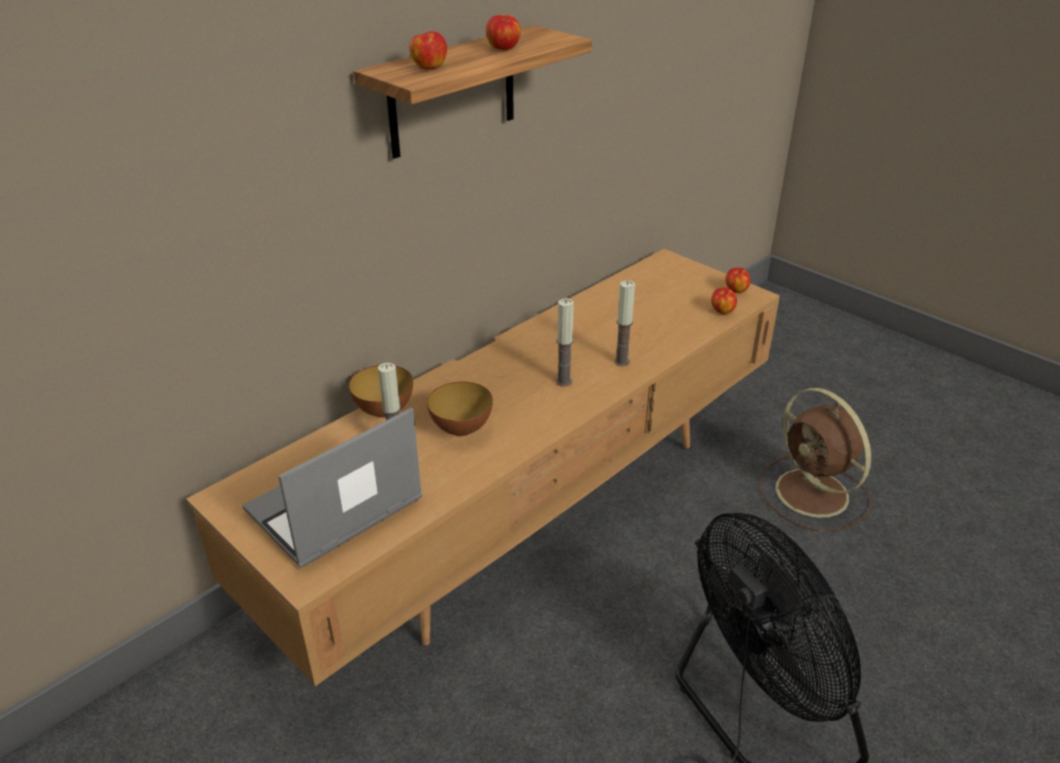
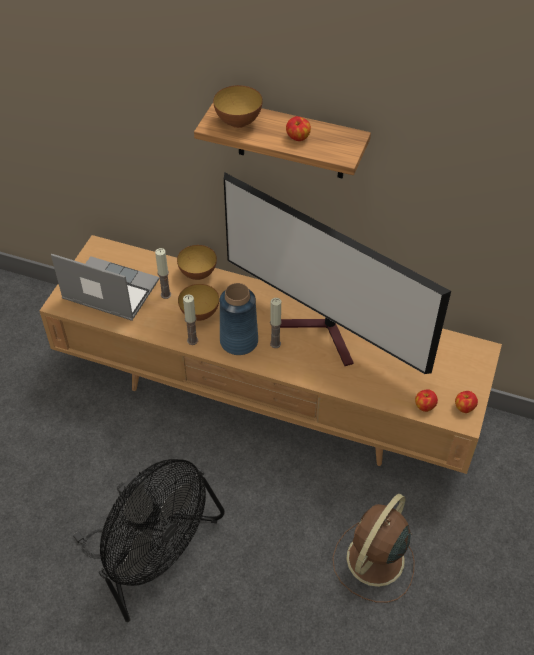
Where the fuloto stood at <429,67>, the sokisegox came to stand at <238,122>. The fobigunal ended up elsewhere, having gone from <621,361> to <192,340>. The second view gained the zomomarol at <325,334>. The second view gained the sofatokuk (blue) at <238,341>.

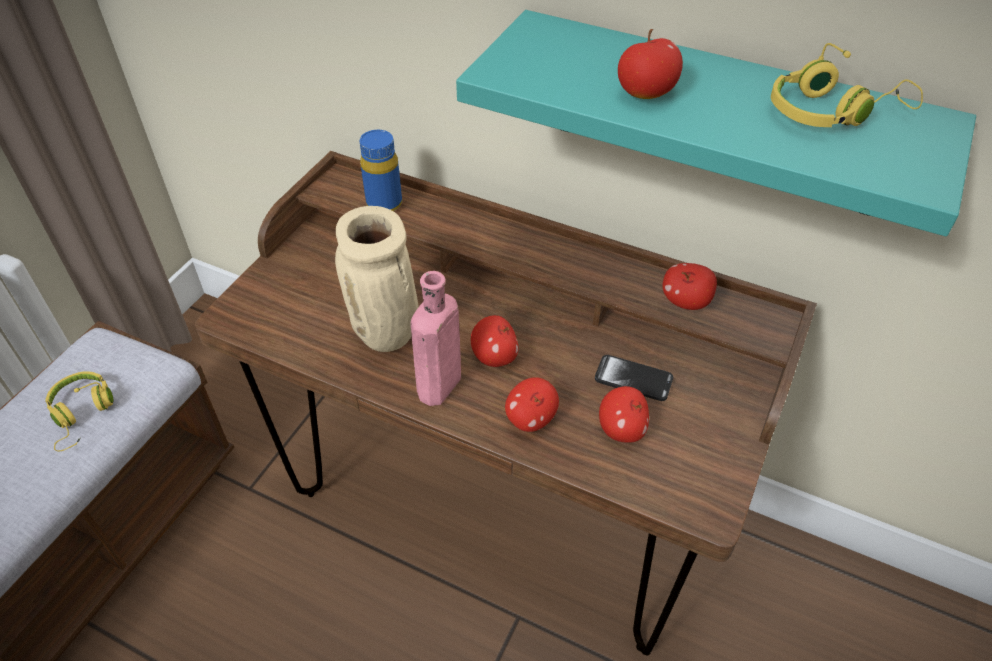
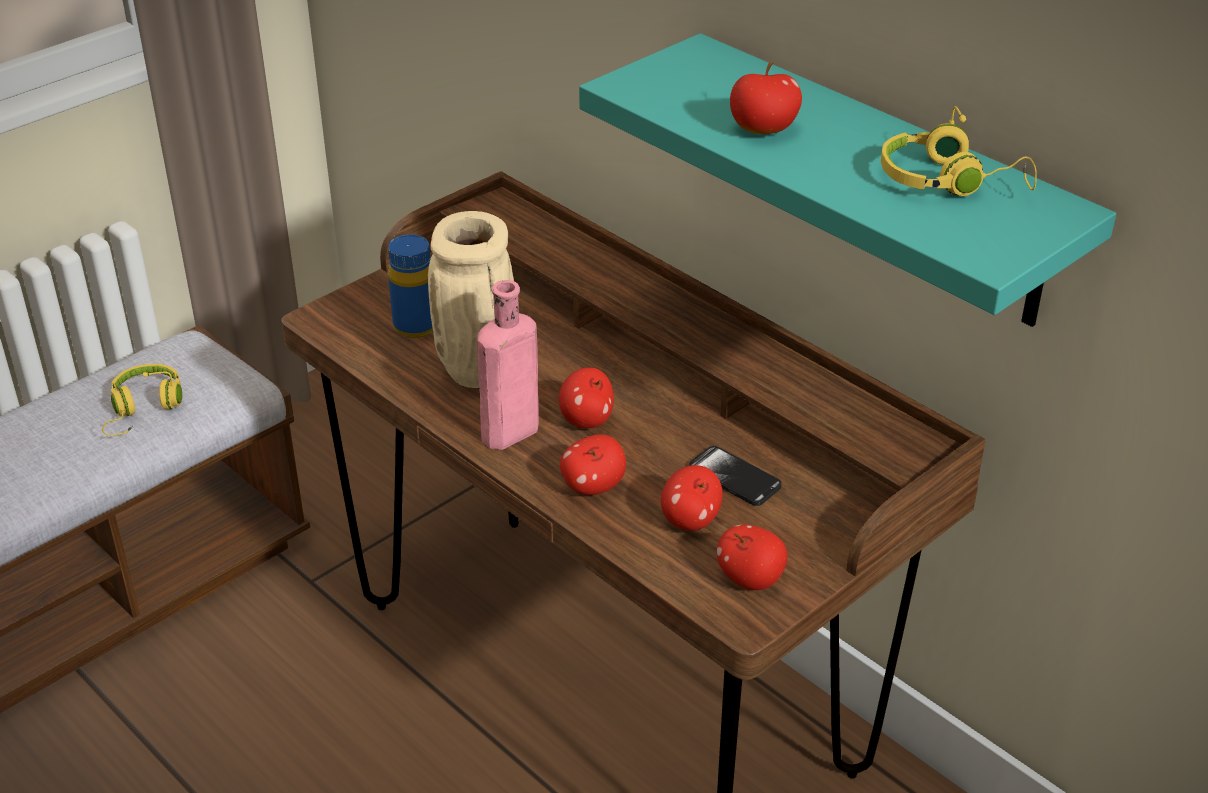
The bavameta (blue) ended up elsewhere, having gone from <384,204> to <415,326>. The fuloto ended up elsewhere, having gone from <686,302> to <750,579>.

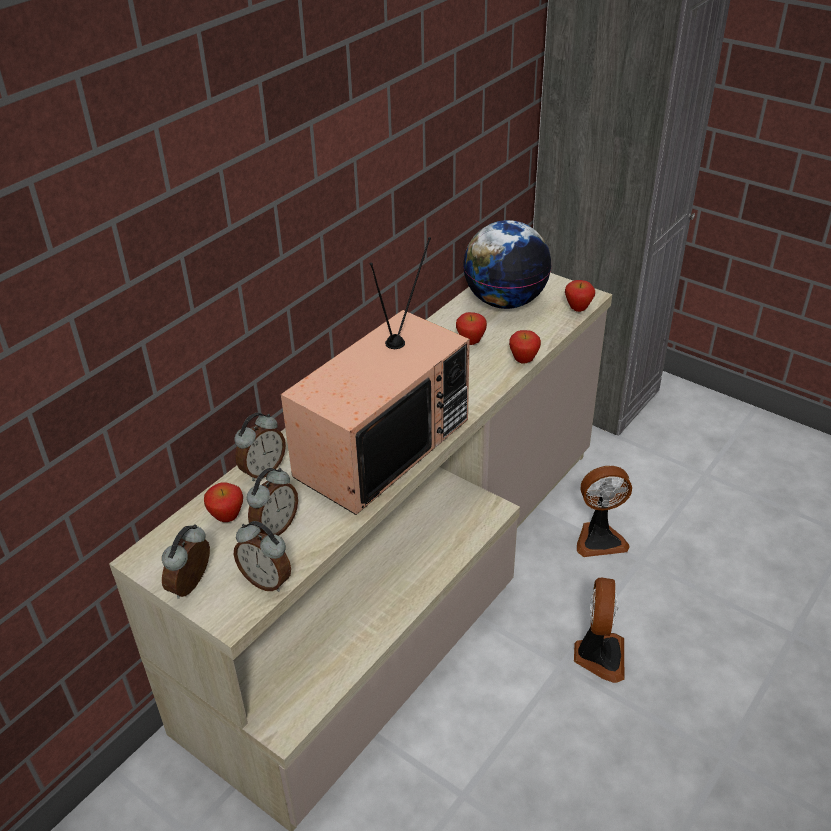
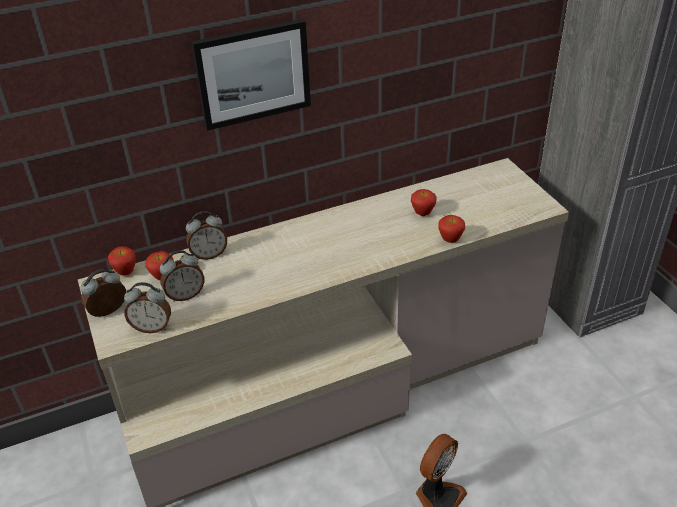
The second view lost the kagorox at <505,301>. The second view lost the zomomarol at <381,445>. The fuloto ended up elsewhere, having gone from <578,309> to <126,272>. The second view lost the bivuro at <599,538>. The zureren at <267,580> ended up facing another way, 60 degrees counterclockwise from before. The second view gained the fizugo at <253,73>.

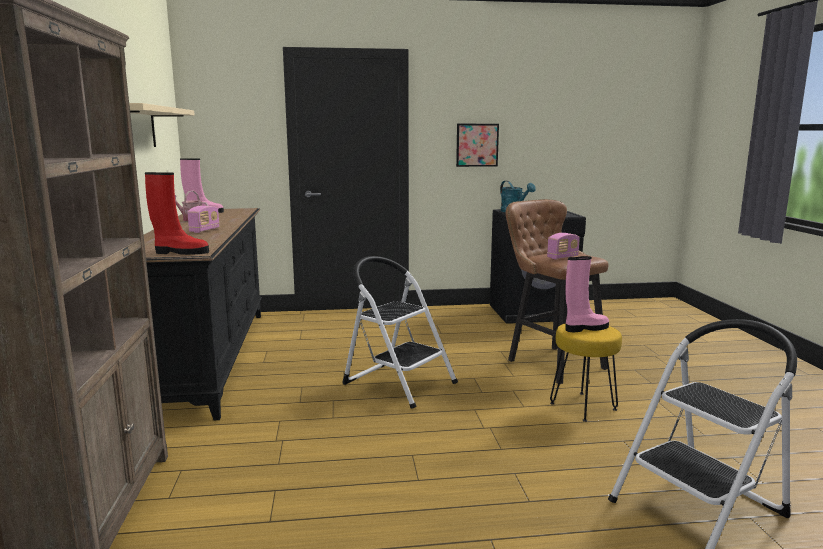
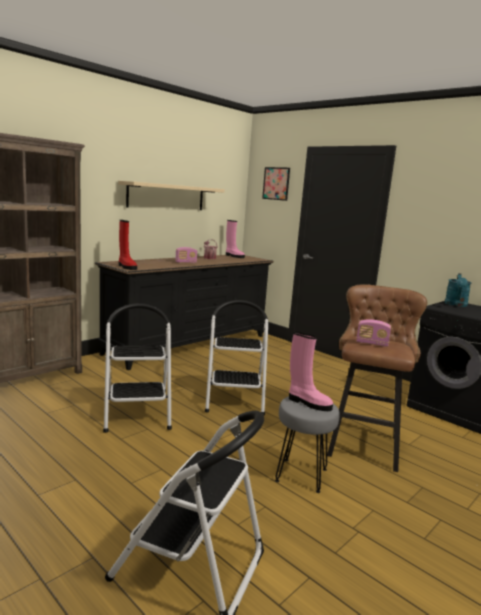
The fizugo ended up elsewhere, having gone from <477,145> to <276,183>. What was the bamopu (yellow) at <582,406> turned into the bamopu (grey) at <301,474>. The second view gained the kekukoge at <137,411>.

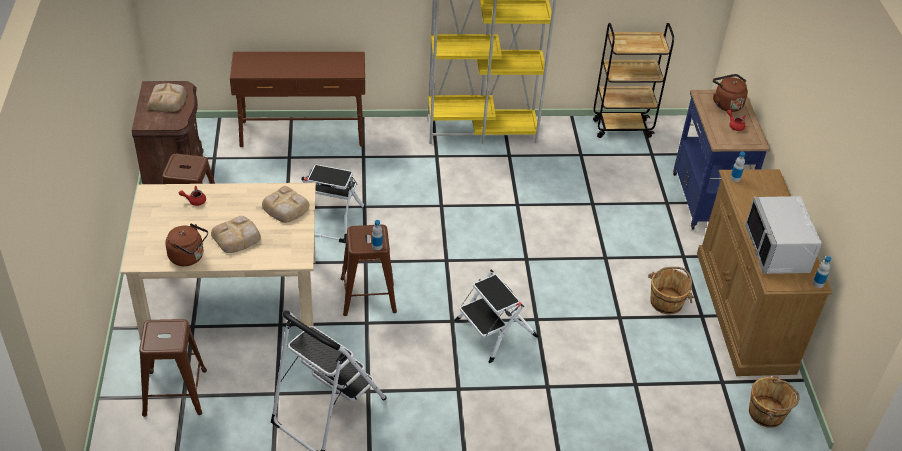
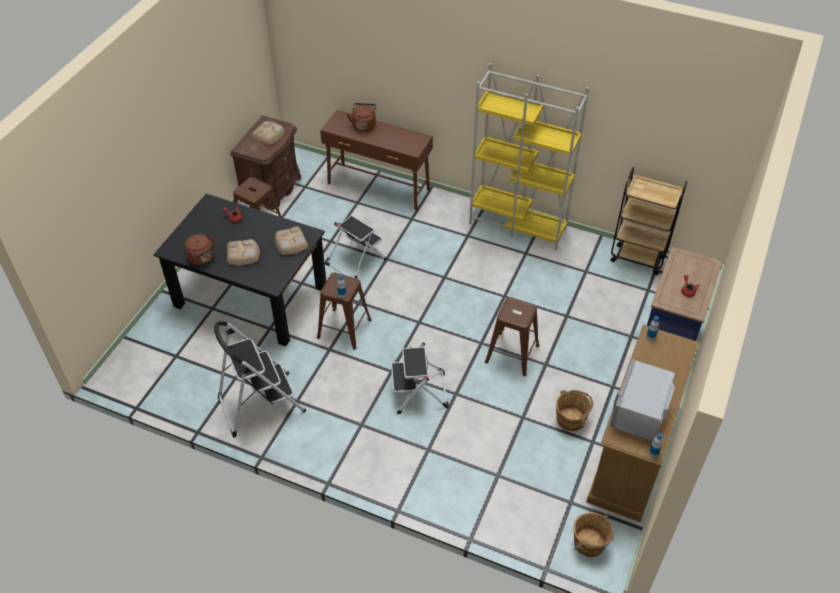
The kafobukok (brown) ended up elsewhere, having gone from <726,104> to <364,125>. What was the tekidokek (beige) at <230,297> turned into the tekidokek (black) at <249,296>. The bamopu (brown) ended up elsewhere, having gone from <175,392> to <512,354>.

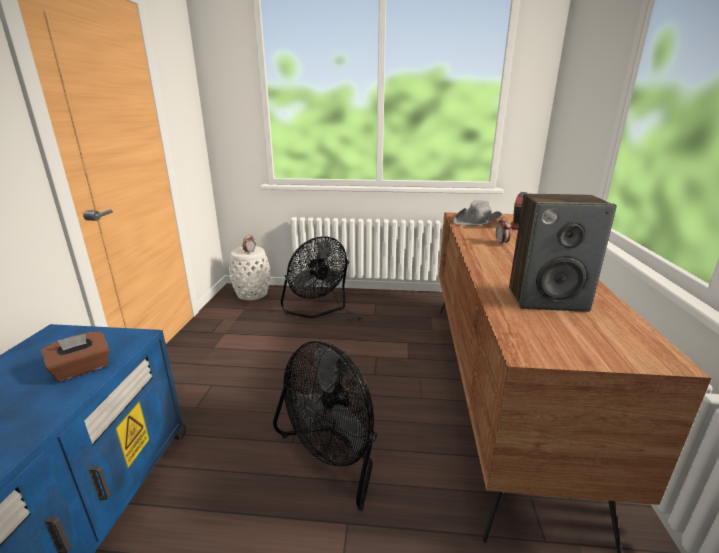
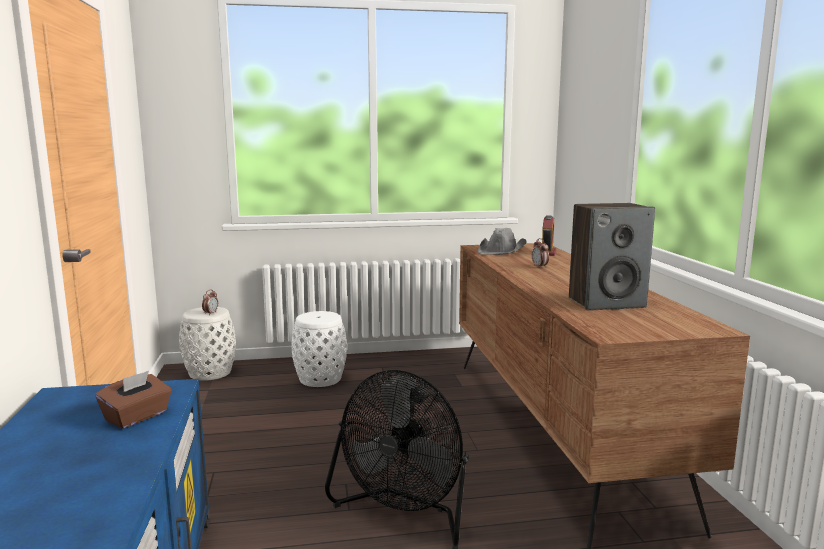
Where the bivuro (black) stood at <325,309>, the bamopu (white) came to stand at <320,379>.

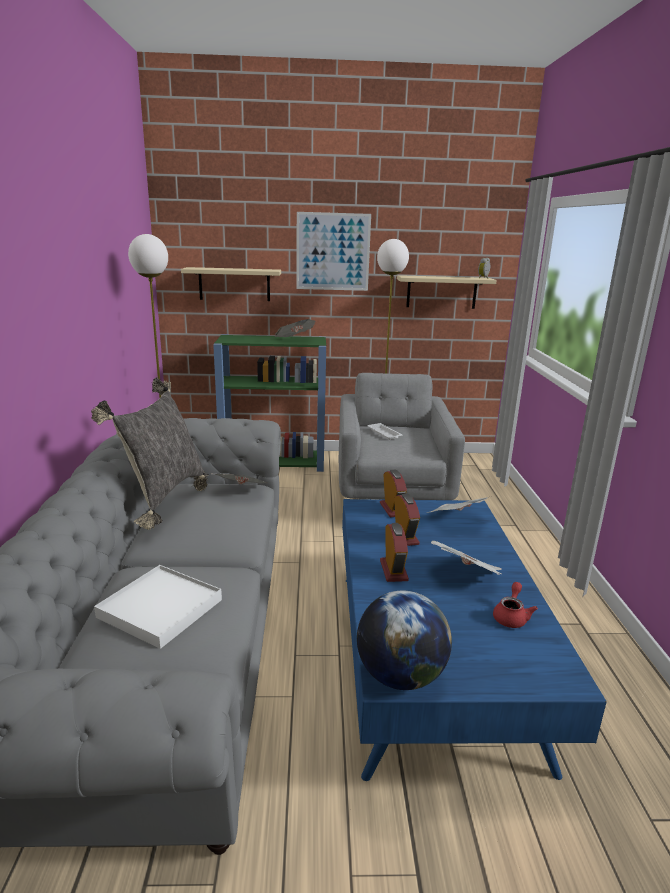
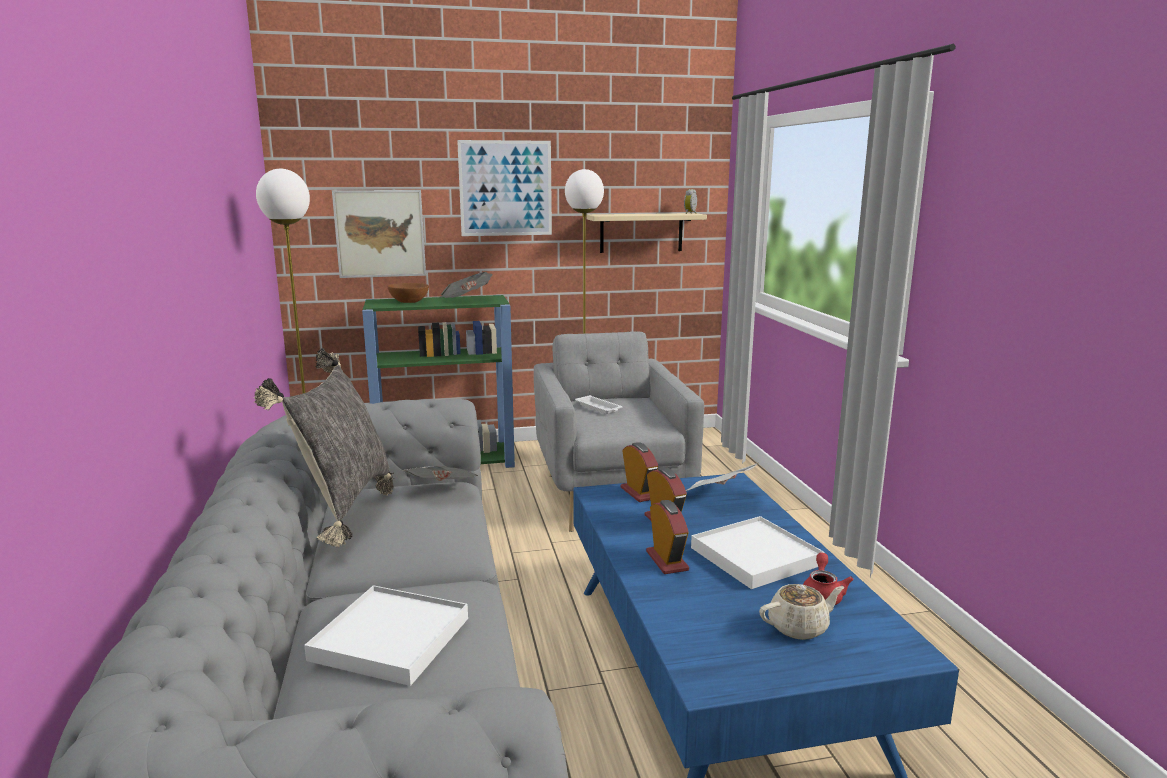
Where the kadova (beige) hung at <234,284>, the fizugo came to hang at <380,233>. Where the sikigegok stood at <467,575>, the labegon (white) came to stand at <755,556>. The second view lost the kagorox at <400,676>. The second view gained the sokisegox (brown) at <409,302>. The second view gained the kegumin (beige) at <799,627>.

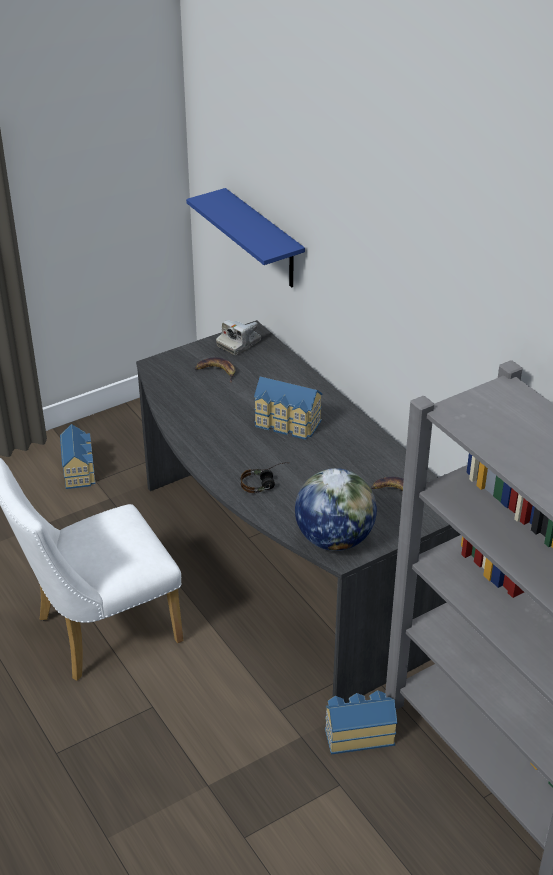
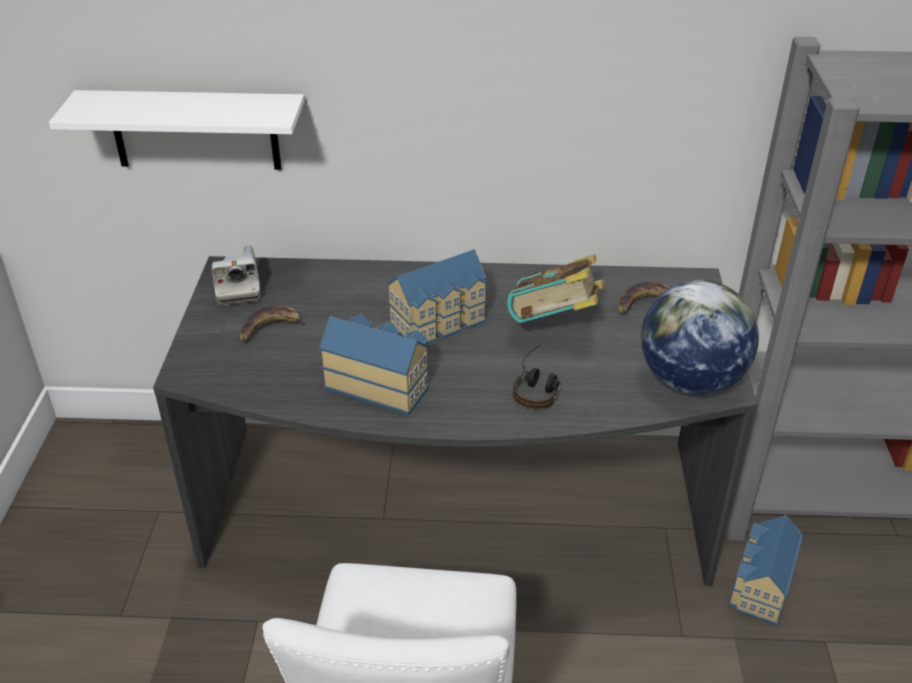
What was the kadova (blue) at <263,240> turned into the kadova (white) at <195,130>. The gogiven ended up elsewhere, having gone from <80,470> to <378,384>. The second view gained the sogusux at <554,324>.

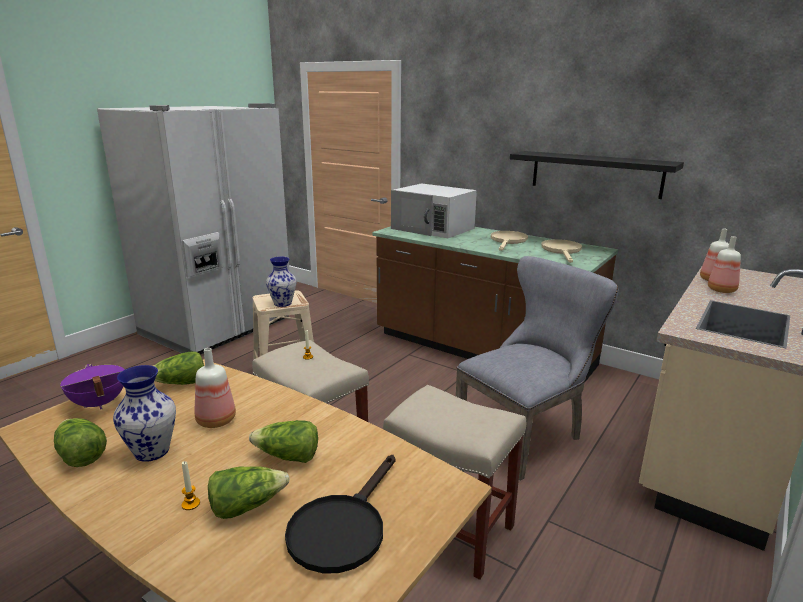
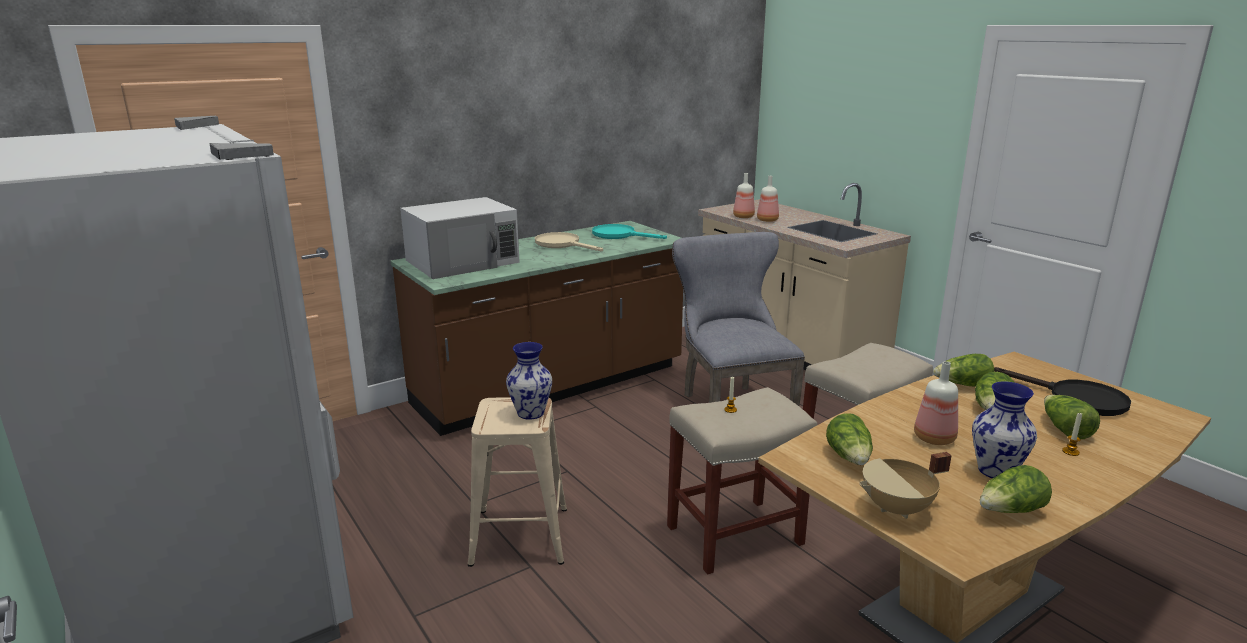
The second view lost the kadova (black) at <595,174>. What was the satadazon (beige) at <562,251> turned into the satadazon (turquoise) at <619,235>. What was the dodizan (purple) at <98,404> turned into the dodizan (beige) at <897,509>. The second view gained the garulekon at <963,385>.

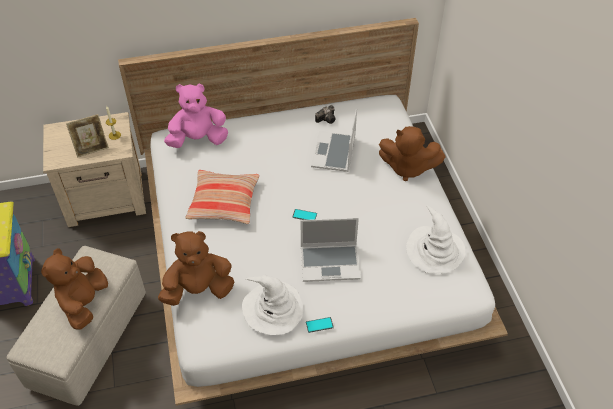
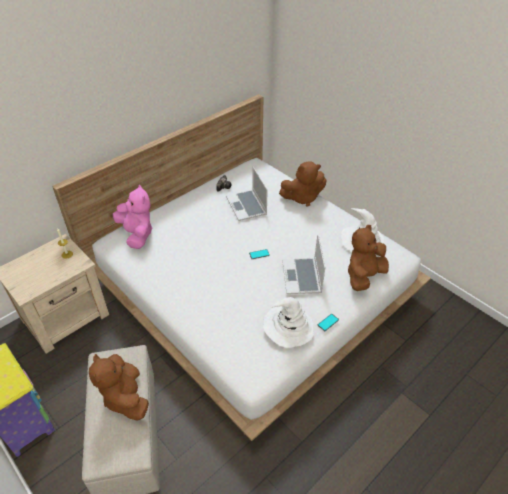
The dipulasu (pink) at <198,140> ended up facing another way, 105 degrees clockwise from before. The second view lost the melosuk at <91,148>. The second view lost the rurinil at <224,202>. The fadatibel at <330,262> ended up facing another way, 120 degrees clockwise from before. The dipulasu (brown) ended up elsewhere, having gone from <198,290> to <364,276>.

